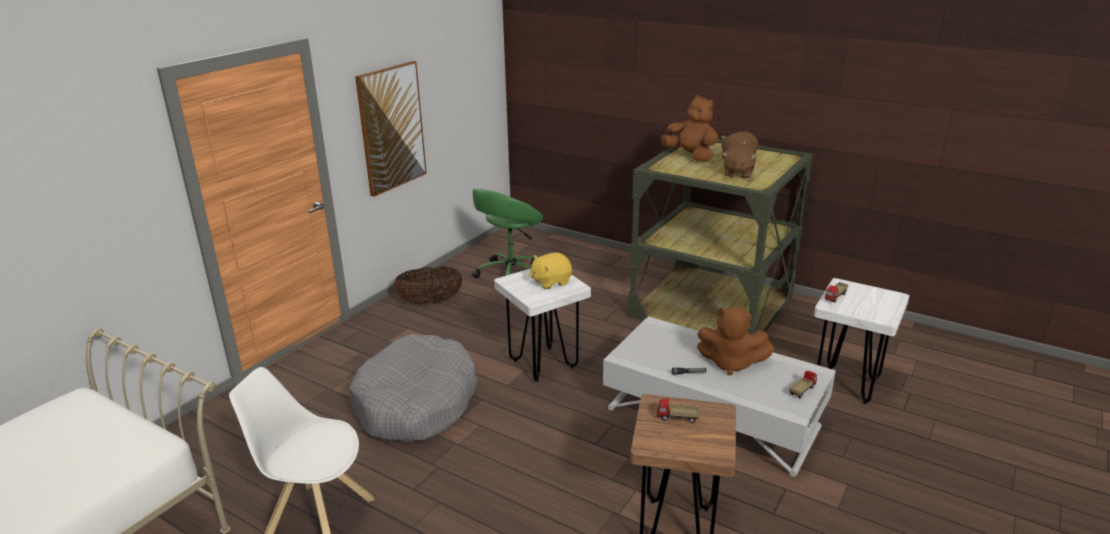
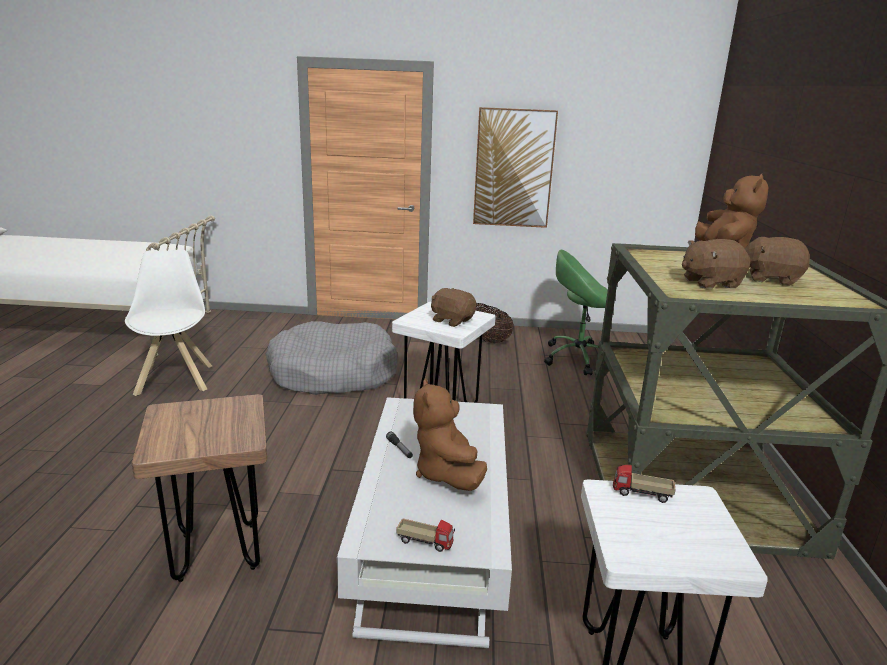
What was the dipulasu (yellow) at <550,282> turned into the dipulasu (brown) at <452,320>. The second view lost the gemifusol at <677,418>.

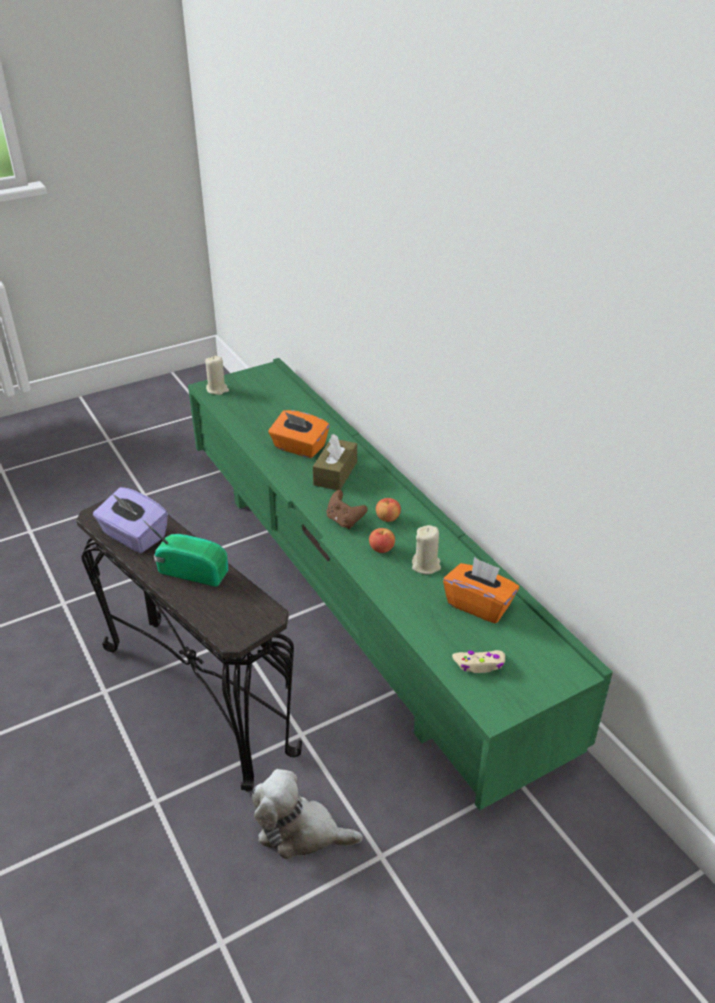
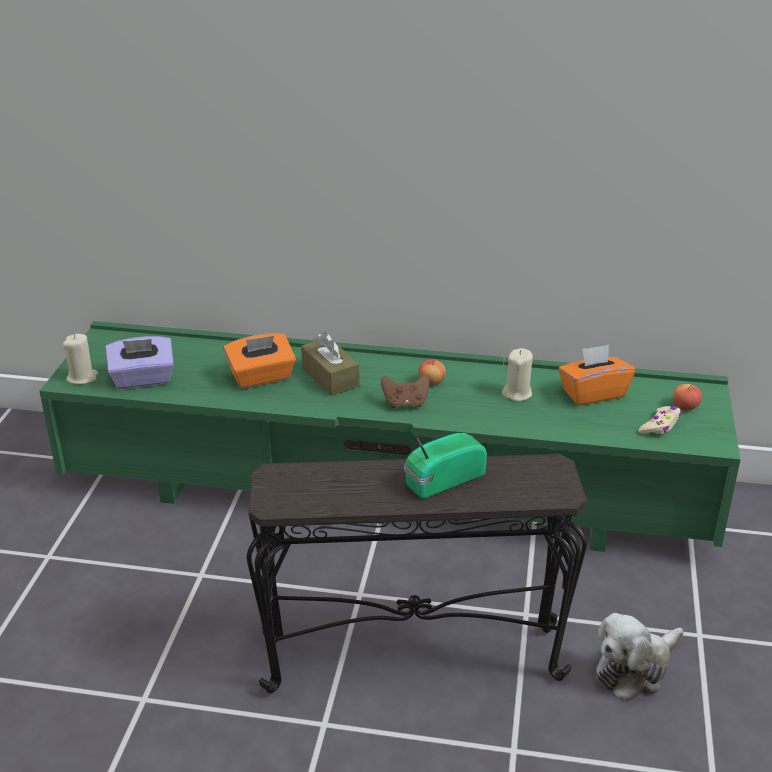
The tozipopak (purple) ended up elsewhere, having gone from <134,536> to <143,379>. The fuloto ended up elsewhere, having gone from <381,549> to <685,407>.

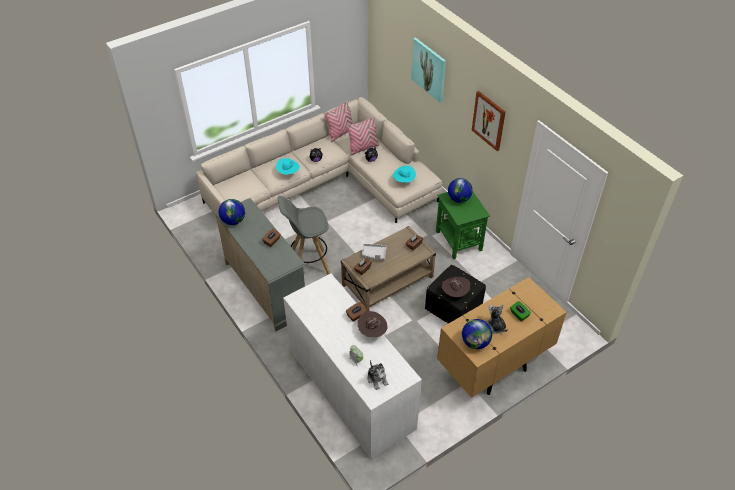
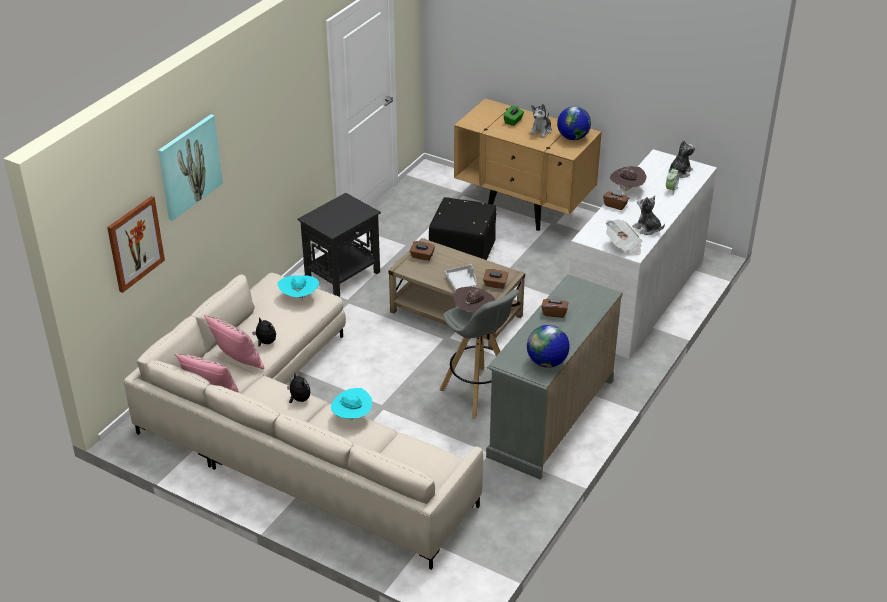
The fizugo ended up elsewhere, having gone from <489,120> to <135,243>. The second view lost the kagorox at <459,199>. What was the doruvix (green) at <459,241> turned into the doruvix (black) at <343,275>. The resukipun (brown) ended up elsewhere, having gone from <455,293> to <474,312>. The second view gained the dipulasu at <647,228>. The second view gained the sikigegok at <623,246>.

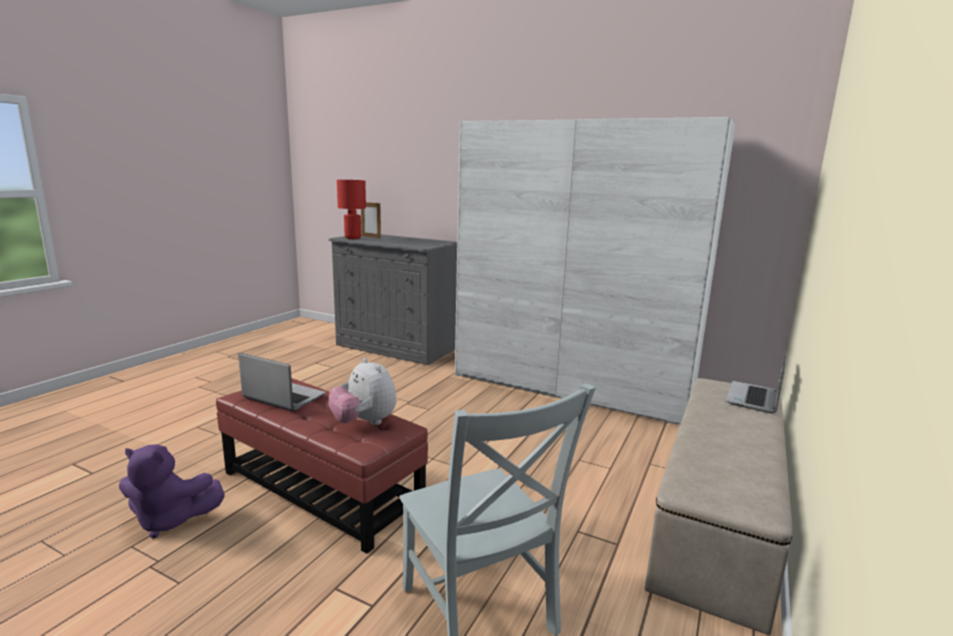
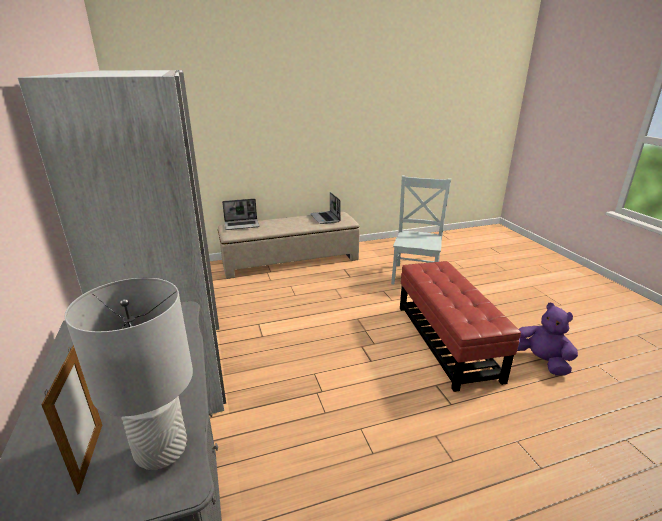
What was the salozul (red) at <352,238> turned into the salozul (grey) at <163,453>. The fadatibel ended up elsewhere, having gone from <283,397> to <325,218>. The second view lost the dipulasu at <364,422>.

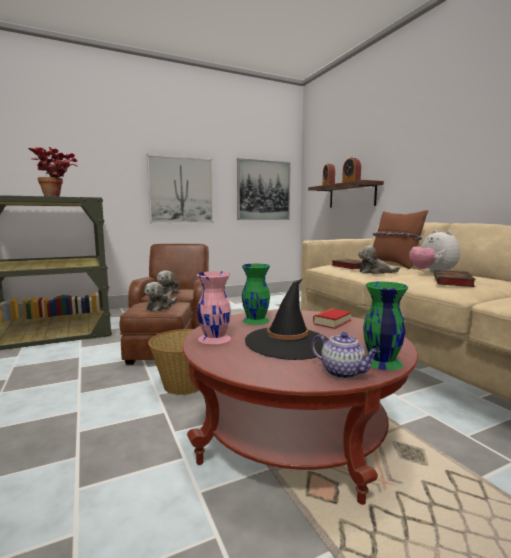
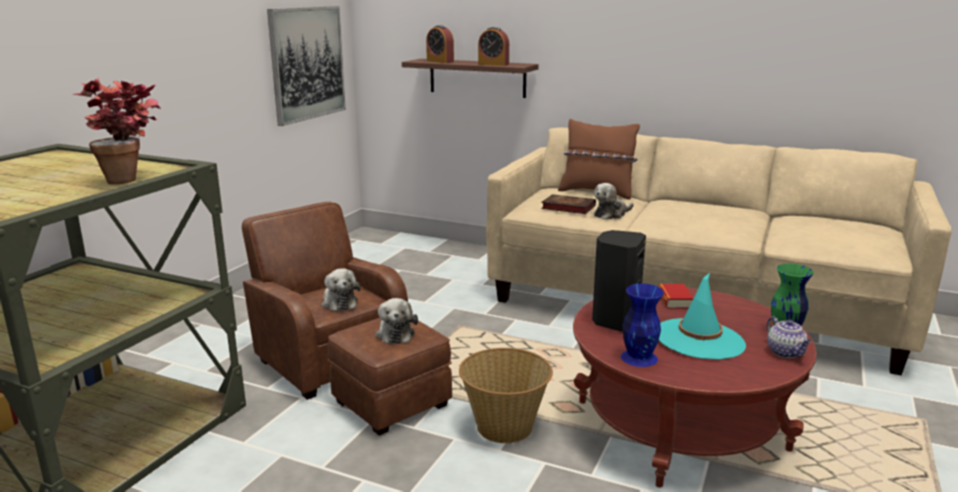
The second view lost the fizugo at <181,190>. The second view lost the dipulasu at <432,273>. Where the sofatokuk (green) stood at <256,320>, the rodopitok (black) came to stand at <614,321>. The second view lost the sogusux at <453,282>. What was the sofatokuk (pink) at <215,338> turned into the sofatokuk (blue) at <638,357>. What was the resukipun (black) at <288,343> turned into the resukipun (turquoise) at <699,339>. The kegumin at <343,372> ended up facing another way, 75 degrees clockwise from before.

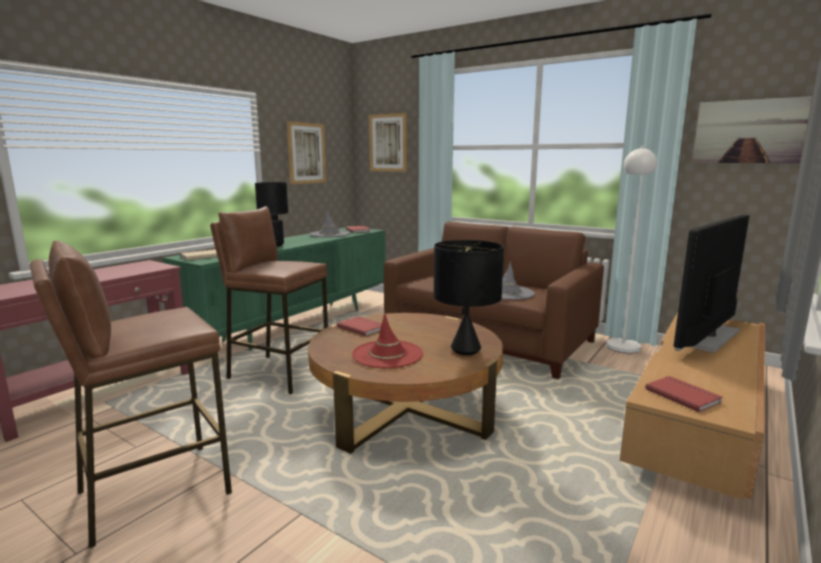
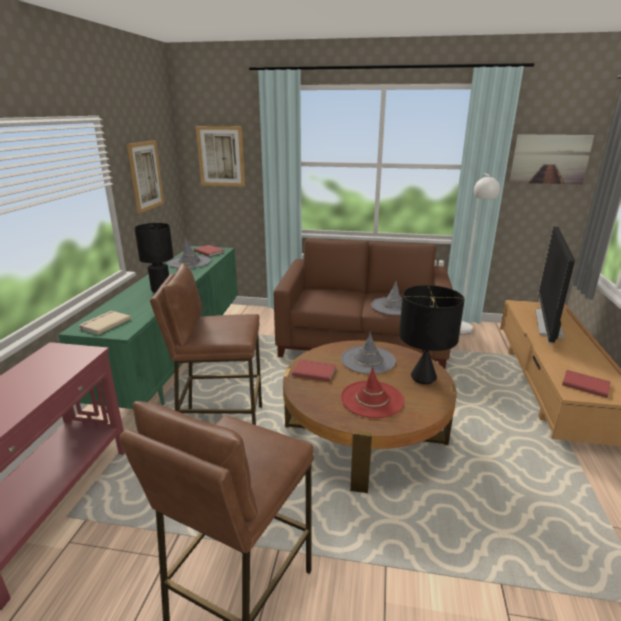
The second view gained the resukipun (grey) at <368,360>.

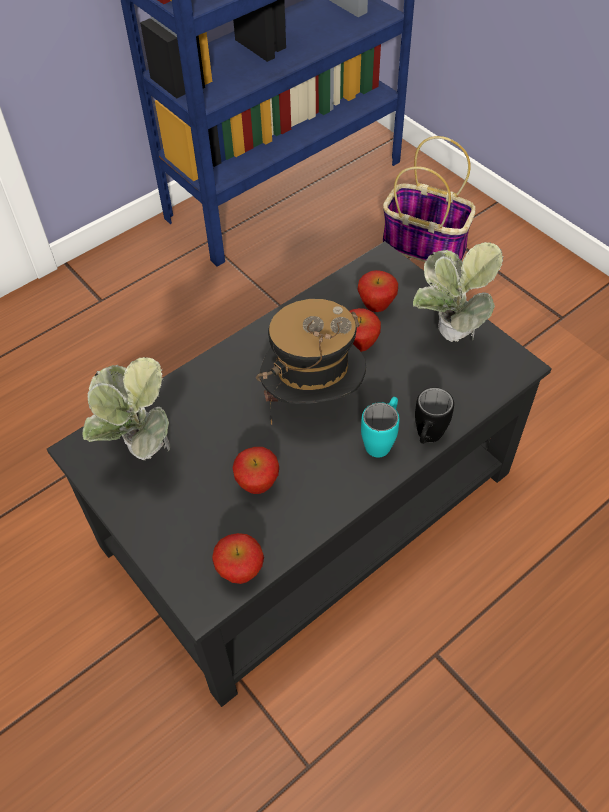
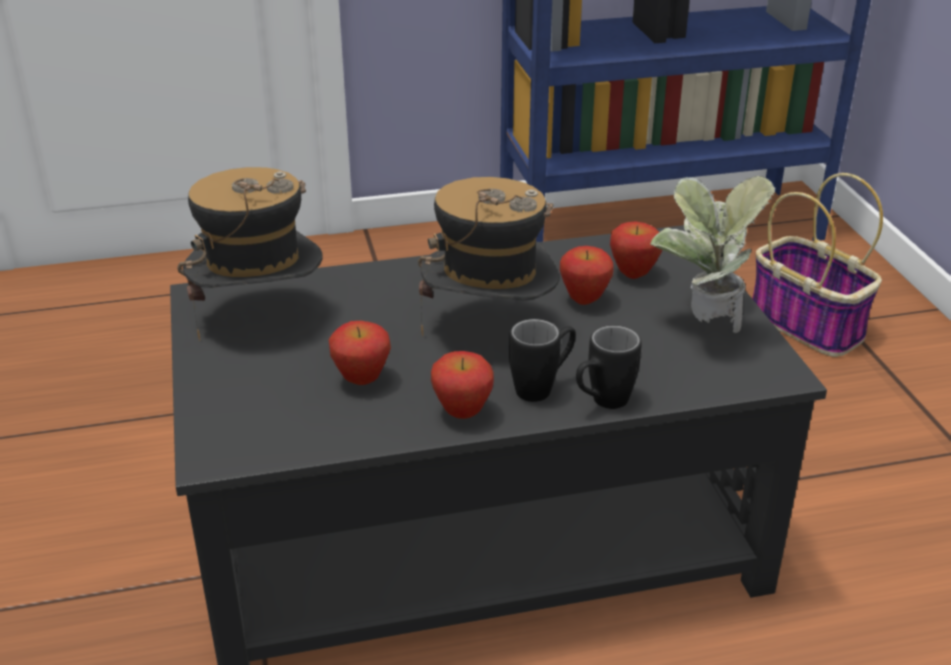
Where the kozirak stood at <142,456>, the resukipun came to stand at <259,318>. What was the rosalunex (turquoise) at <381,440> turned into the rosalunex (black) at <543,387>. The fuloto ended up elsewhere, having gone from <241,573> to <462,413>.

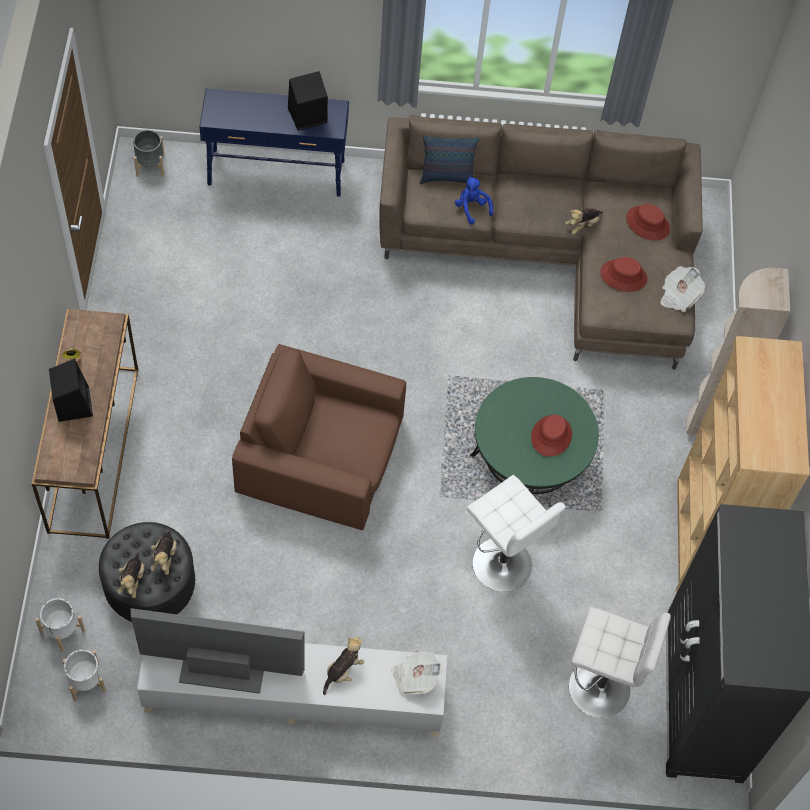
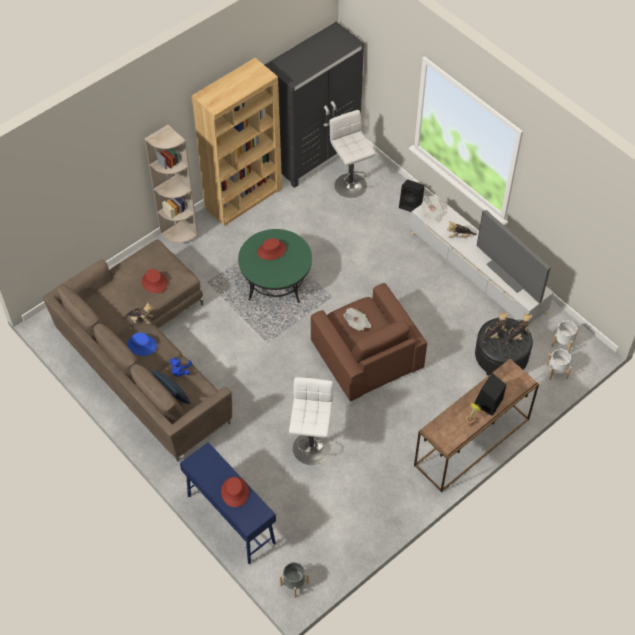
The rodopitok (black) ended up elsewhere, having gone from <306,116> to <411,204>. The resukipun (red) ended up elsewhere, having gone from <647,223> to <234,492>. The sikigegok ended up elsewhere, having gone from <678,295> to <357,324>. The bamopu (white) ended up elsewhere, having gone from <502,565> to <312,448>. The second view gained the resukipun (blue) at <142,345>.

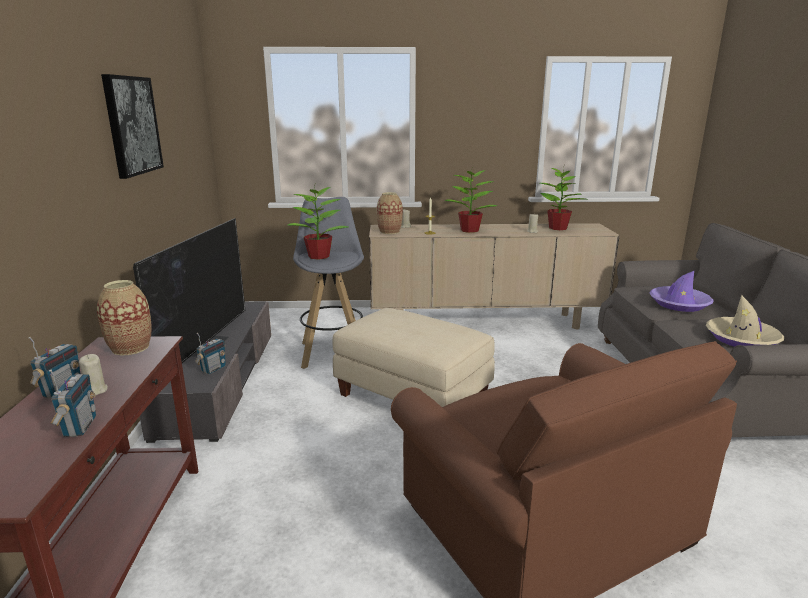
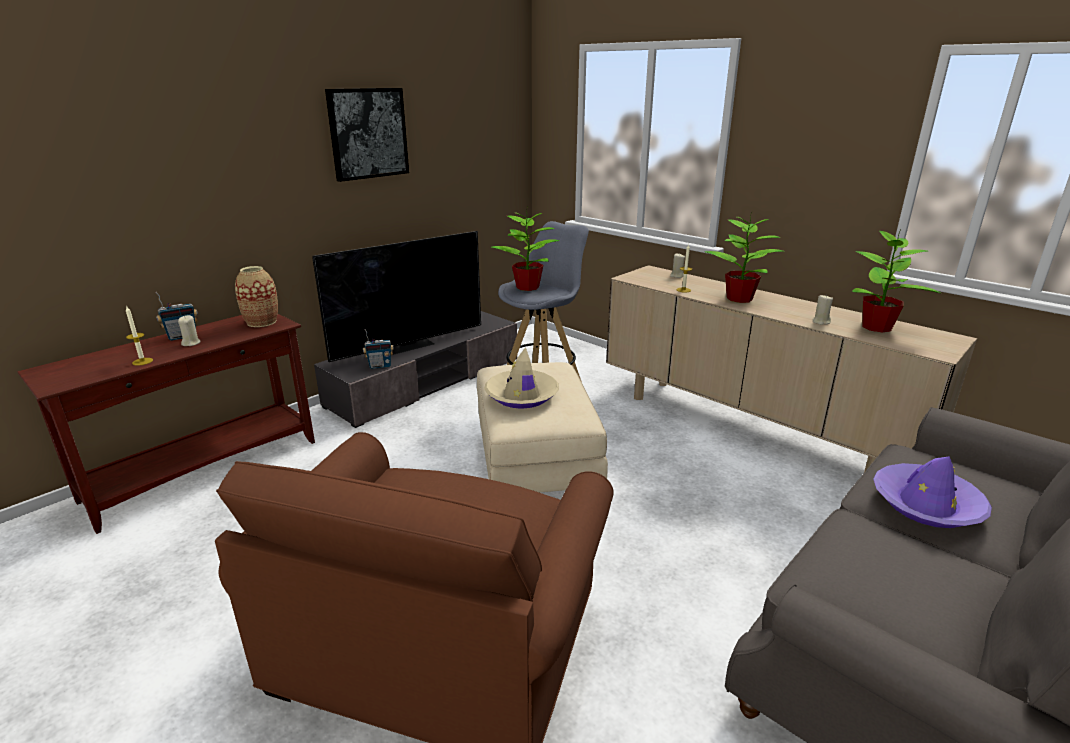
The second view lost the sofatokuk at <389,232>. The resukipun (beige) ended up elsewhere, having gone from <742,339> to <522,395>. Where the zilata stood at <79,427>, the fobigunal came to stand at <142,361>.

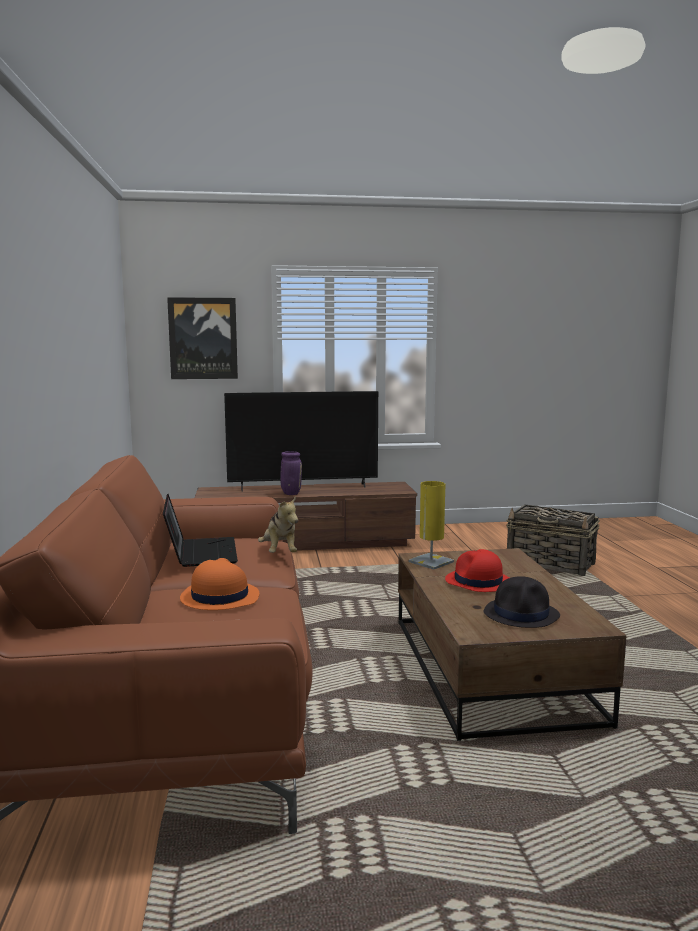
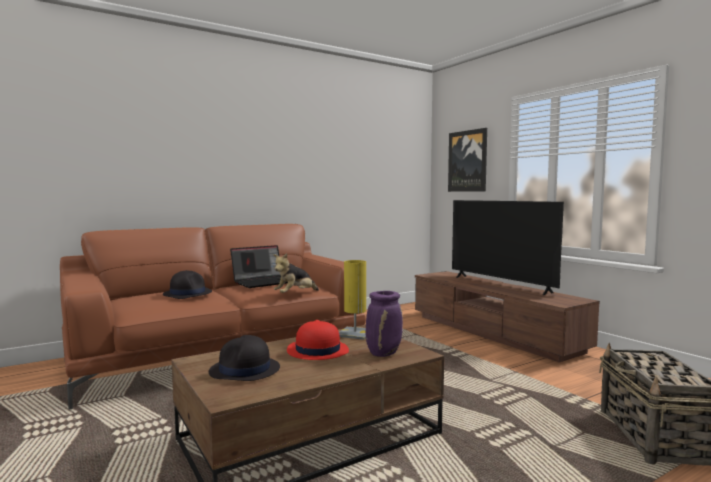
The sofatokuk (purple) ended up elsewhere, having gone from <290,493> to <384,353>. What was the resukipun (orange) at <219,597> turned into the resukipun (black) at <187,293>.

